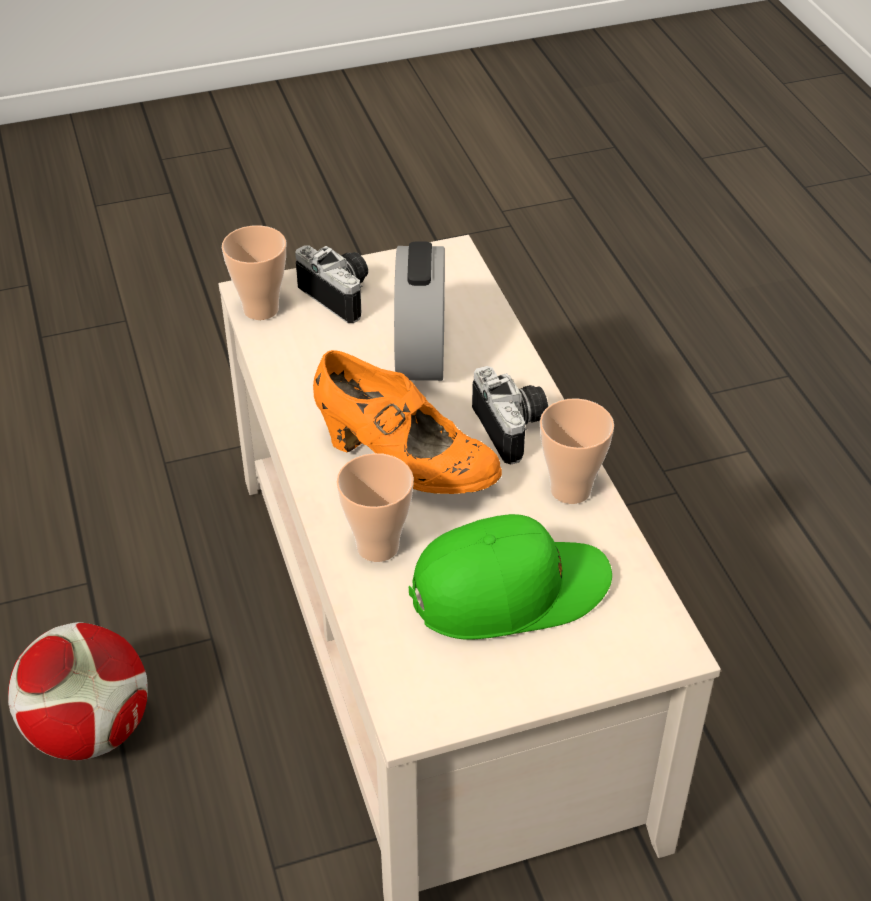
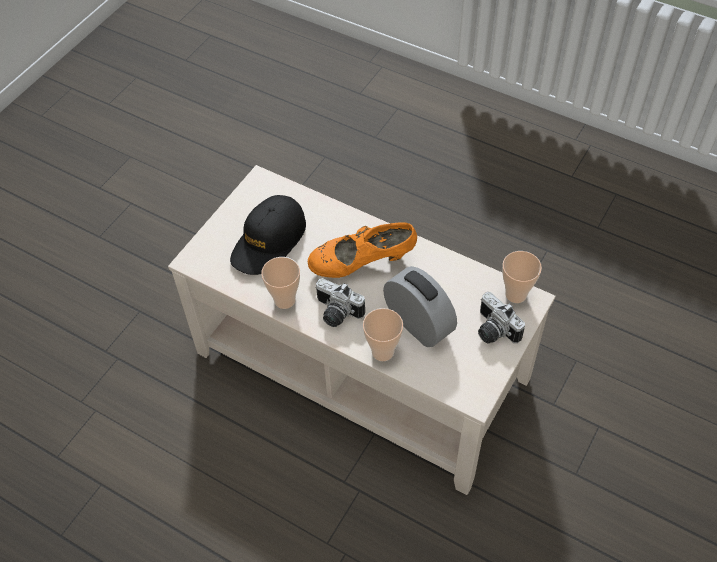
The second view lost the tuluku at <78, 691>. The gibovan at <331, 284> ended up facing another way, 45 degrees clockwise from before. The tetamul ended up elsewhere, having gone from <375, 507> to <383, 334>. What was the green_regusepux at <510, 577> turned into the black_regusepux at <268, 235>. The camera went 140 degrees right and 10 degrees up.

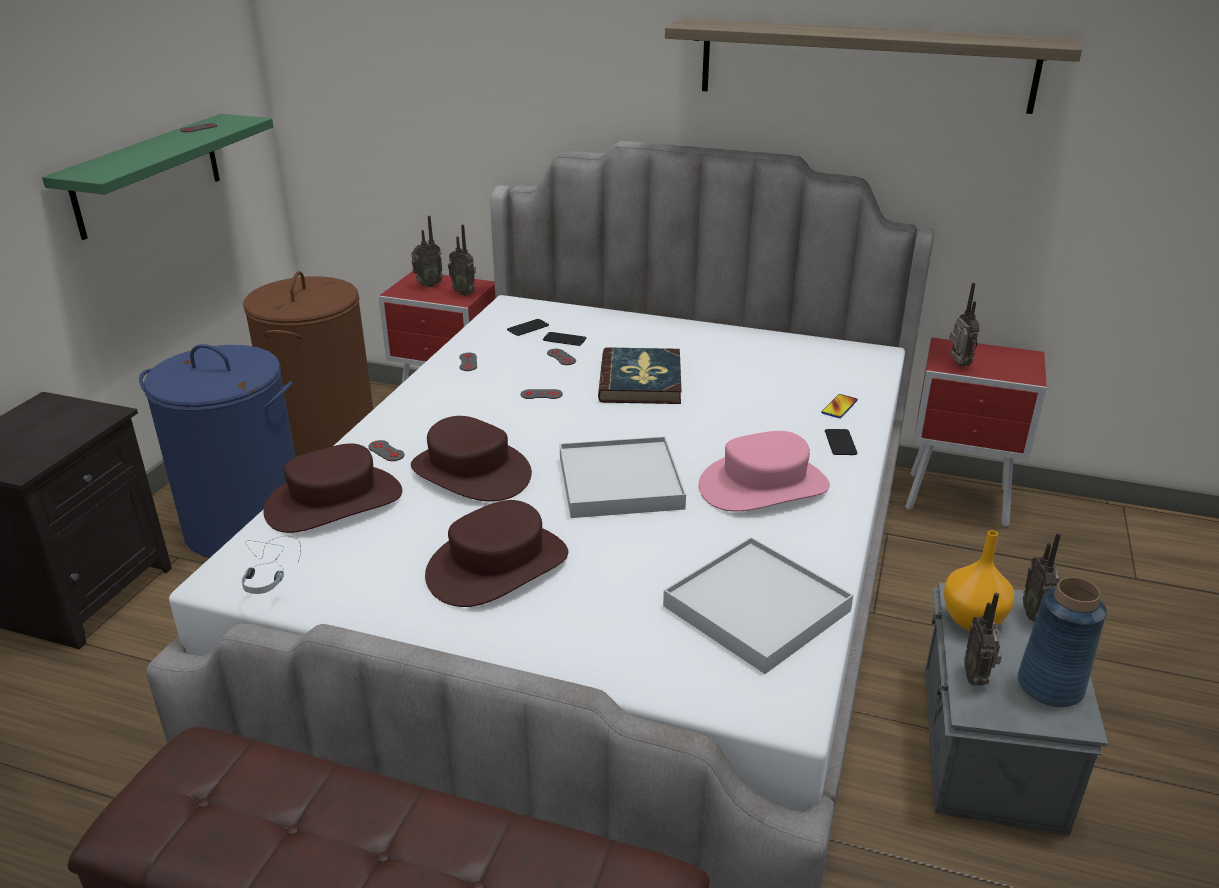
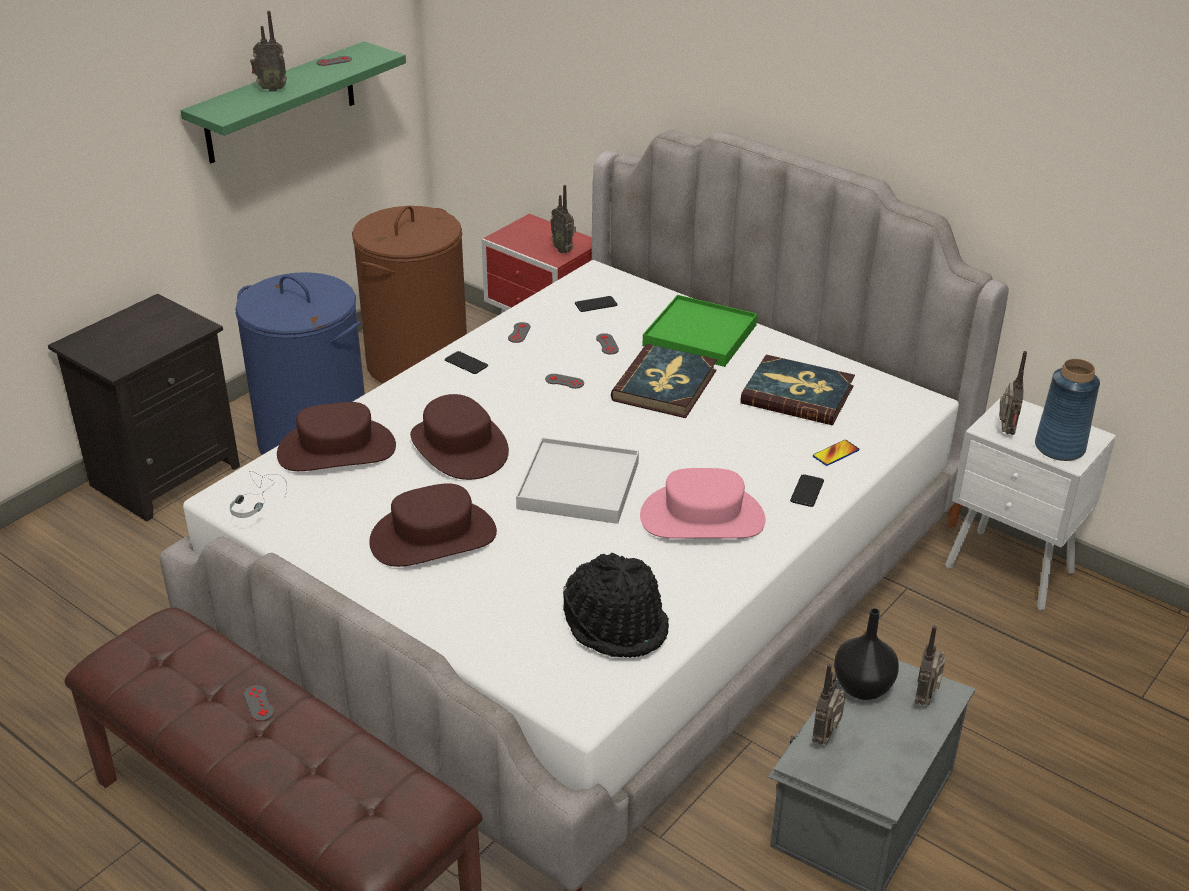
The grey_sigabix ended up elsewhere, having gone from <386, 450> to <259, 703>. The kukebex ended up elsewhere, having gone from <427, 252> to <268, 51>. The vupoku ended up elsewhere, having gone from <564, 339> to <466, 362>. Where the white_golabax stood at <758, 605>, the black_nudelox came to stand at <616, 605>. The second view lost the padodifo at <873, 66>. What was the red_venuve at <976, 432> turned into the white_venuve at <1030, 503>. What was the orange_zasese at <978, 580> turned into the black_zasese at <866, 654>. The blue_zasese ended up elsewhere, having gone from <1062, 642> to <1067, 410>. The second view gained the green_golabax at <699, 331>. The second view gained the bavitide at <798, 390>. The camera went 20 degrees right and 5 degrees up.

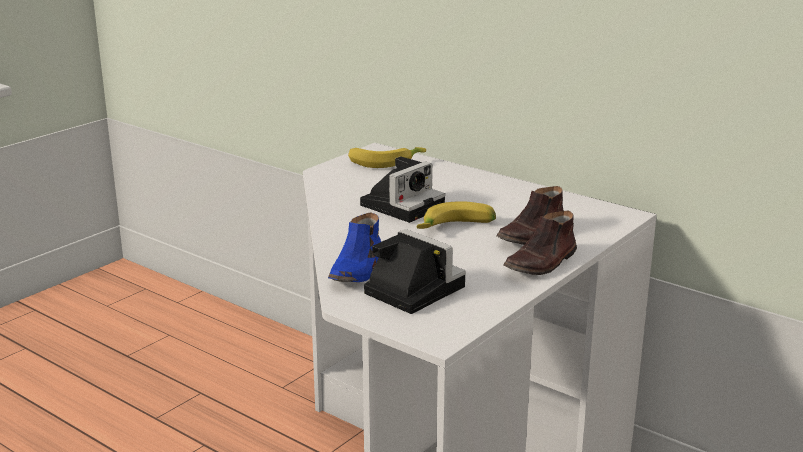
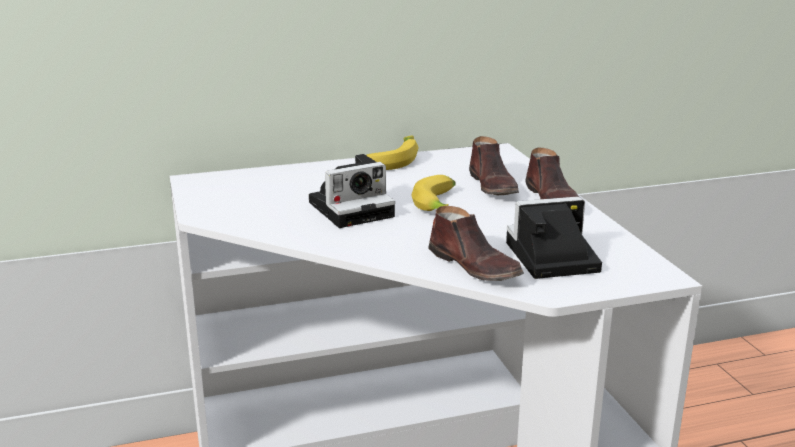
What was the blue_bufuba at <354, 247> turned into the brown_bufuba at <476, 243>. The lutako ended up elsewhere, having gone from <387, 157> to <392, 153>. The gibovan at <402, 189> ended up facing another way, 75 degrees clockwise from before. The camera went 55 degrees left and 0 degrees up.

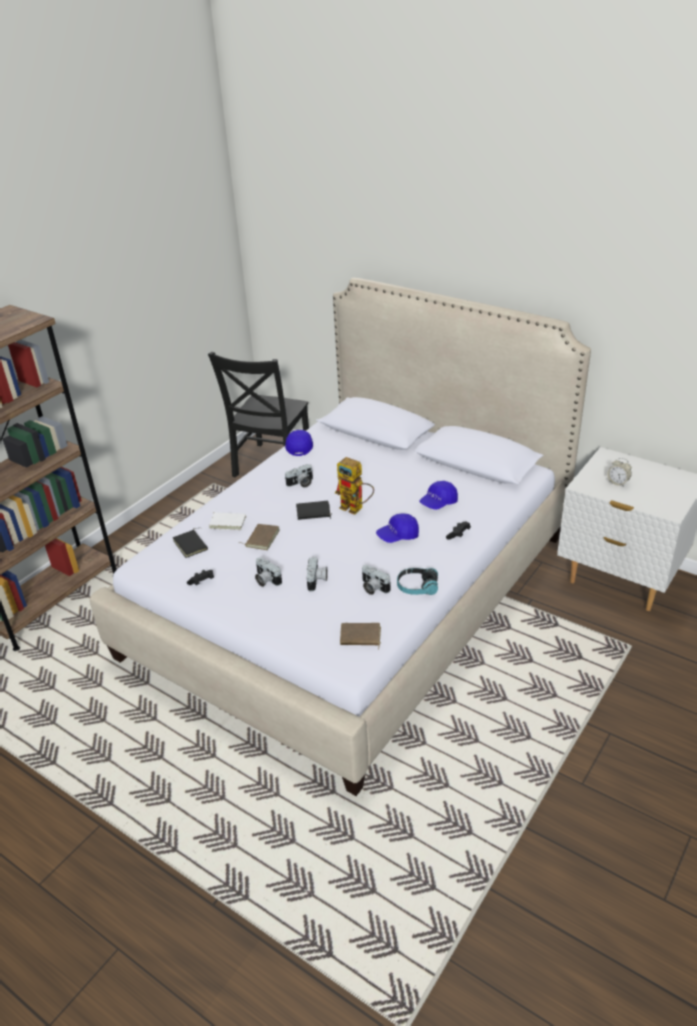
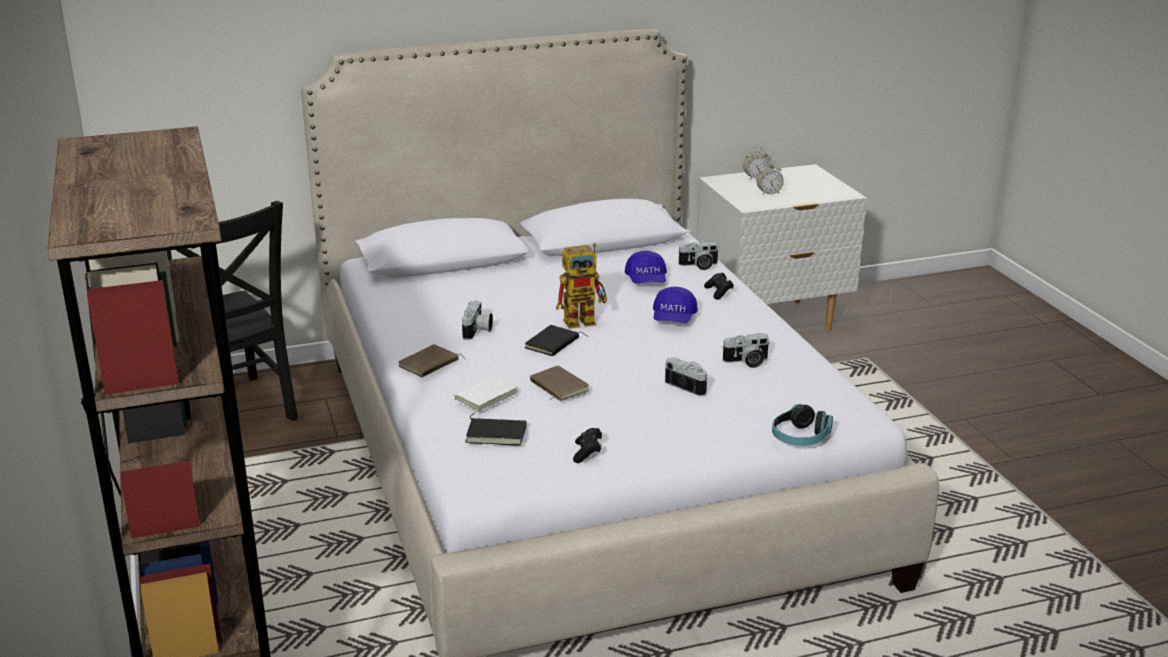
The gibovan ended up elsewhere, having gone from <268, 572> to <698, 255>. The second view lost the blue_regusepux at <299, 443>. The brown_bavitide ended up elsewhere, having gone from <360, 636> to <432, 360>. The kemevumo ended up elsewhere, having gone from <417, 581> to <802, 425>. The second view gained the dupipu at <756, 162>. The camera went 55 degrees left and 10 degrees down.

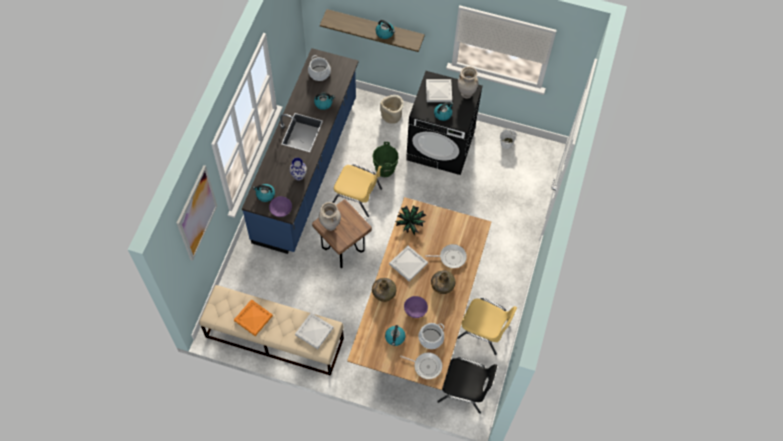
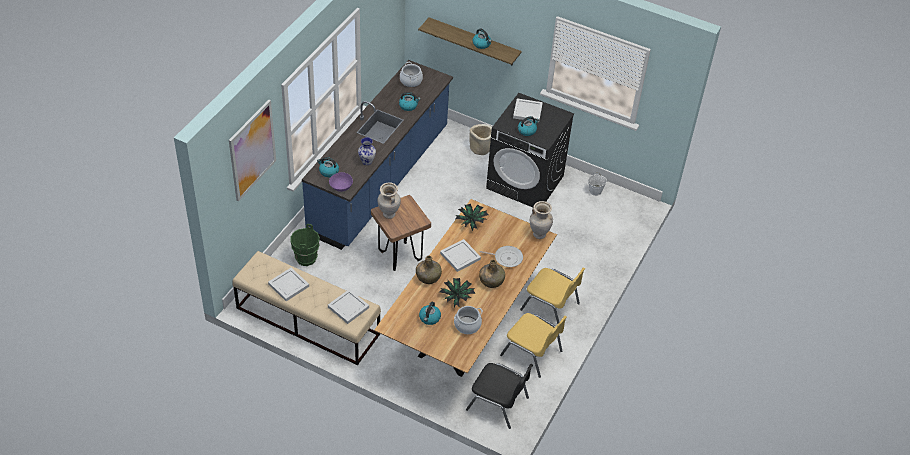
What was the orange_golabax at <253, 317> turned into the white_golabax at <288, 284>. The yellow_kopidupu ended up elsewhere, having gone from <357, 190> to <552, 295>. The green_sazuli ended up elsewhere, having gone from <385, 159> to <305, 245>. The second view lost the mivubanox at <421, 365>. Where the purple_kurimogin stood at <416, 307>, the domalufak came to stand at <457, 293>. The beige_zasese ended up elsewhere, having gone from <468, 82> to <541, 220>. The camera went 10 degrees right and 15 degrees down.

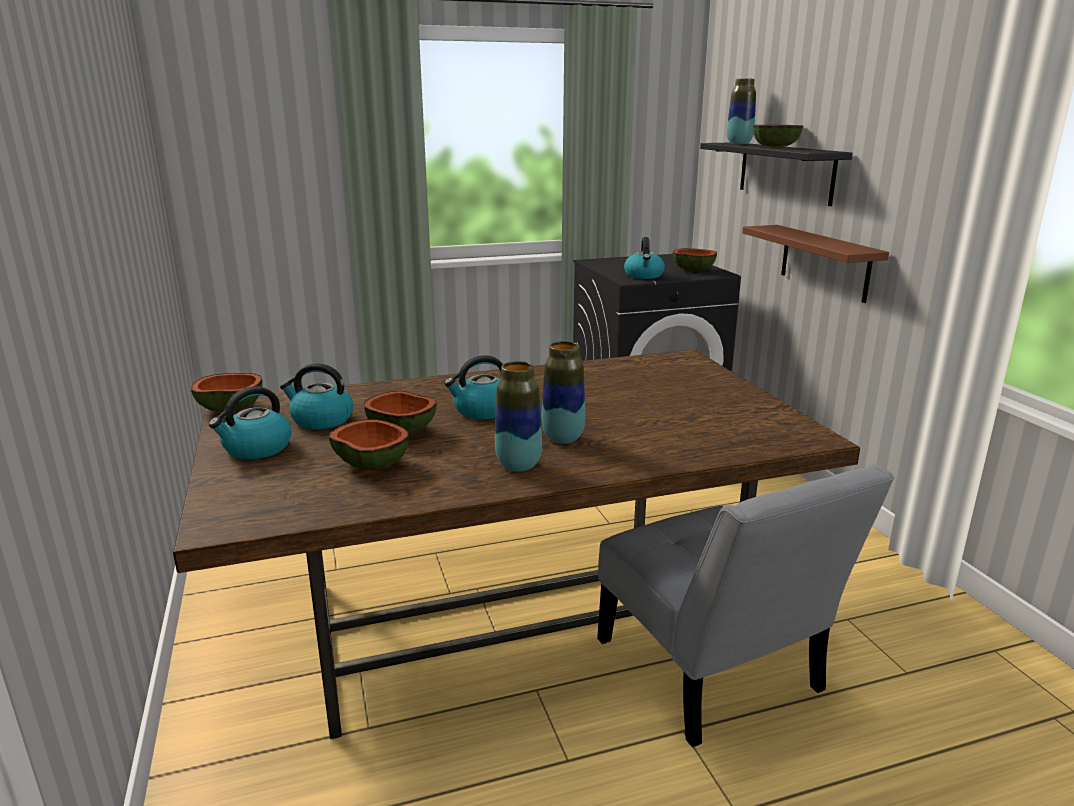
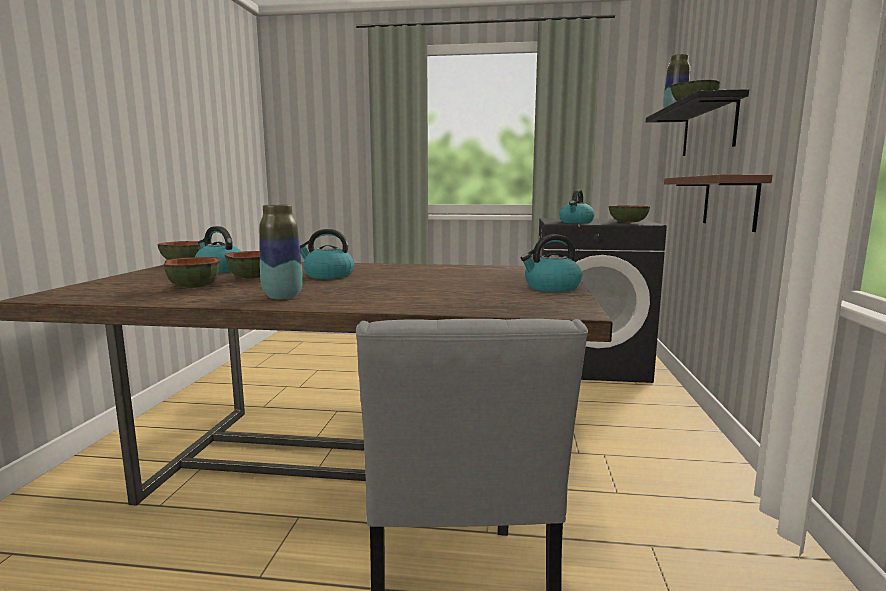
The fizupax ended up elsewhere, having gone from <250, 422> to <551, 263>. The second view lost the zasese at <563, 392>. The camera went 25 degrees right and 10 degrees down.

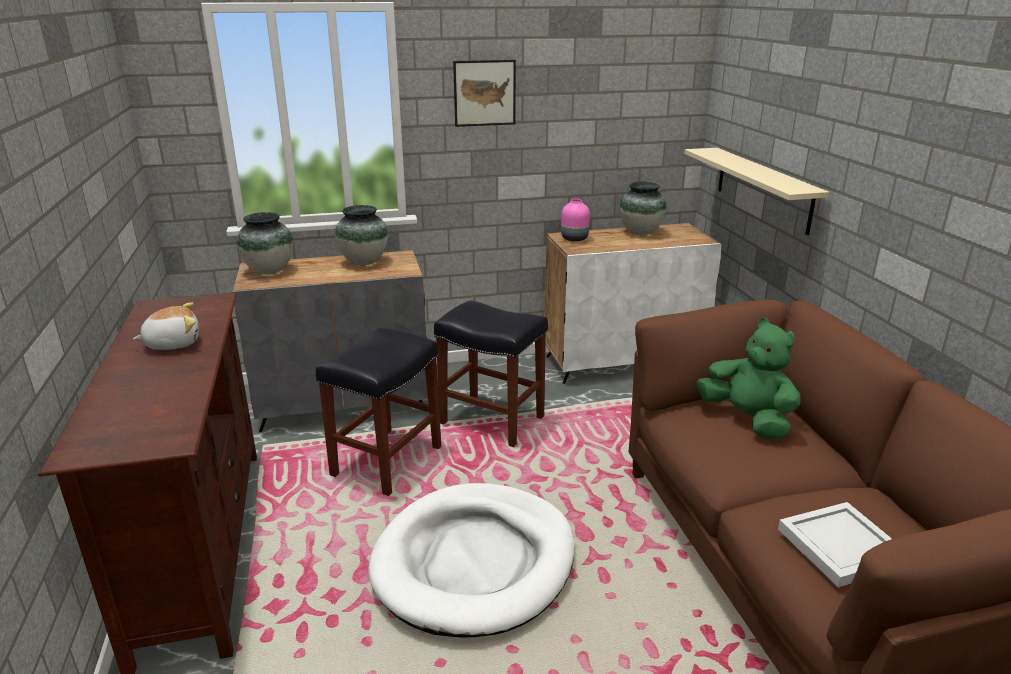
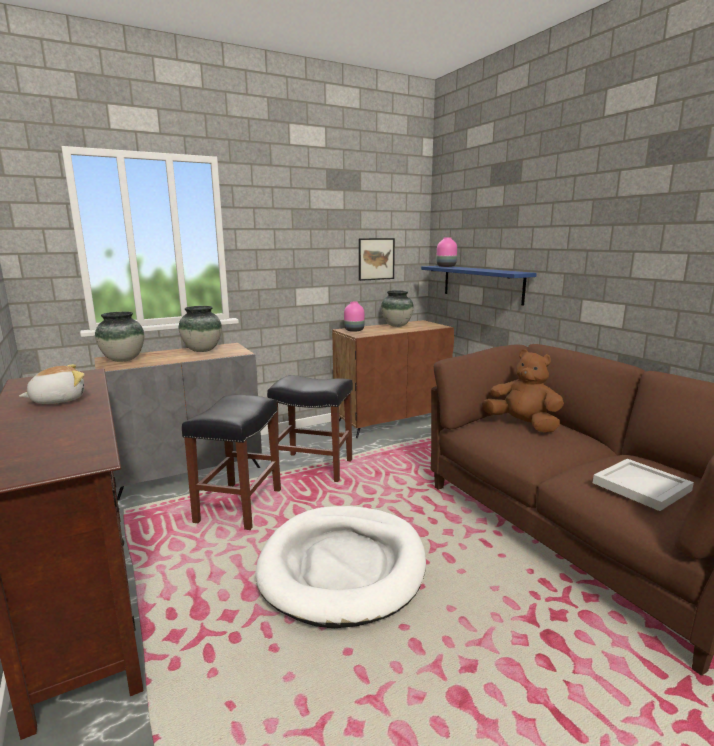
The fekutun ended up elsewhere, having gone from <484, 93> to <377, 259>. What was the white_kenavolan at <633, 303> turned into the brown_kenavolan at <393, 379>. What was the beige_padodifo at <756, 191> turned into the blue_padodifo at <479, 286>. What was the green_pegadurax at <748, 378> turned into the brown_pegadurax at <523, 391>. The second view gained the pink_zasese at <446, 252>. The camera went 15 degrees left and 10 degrees down.

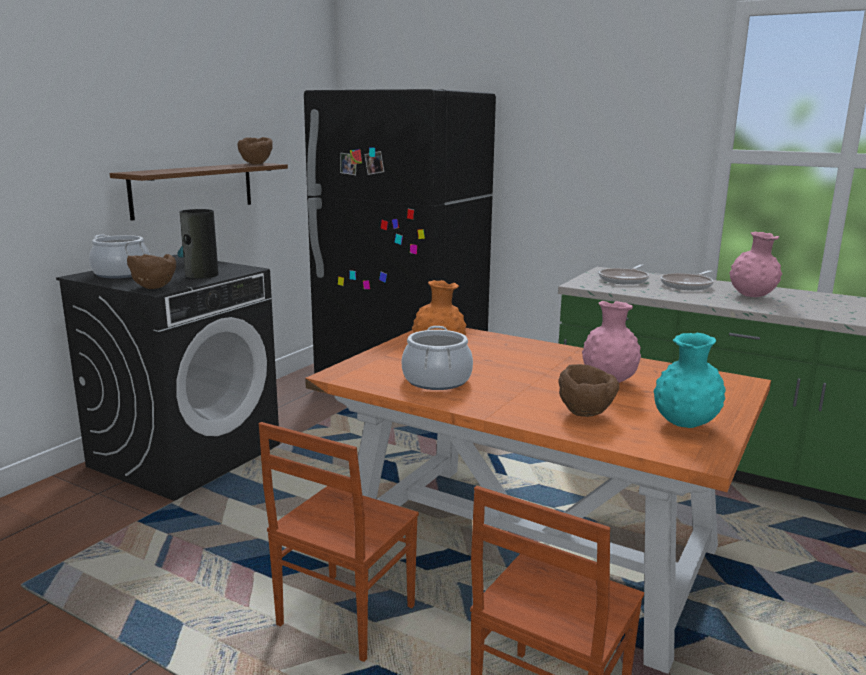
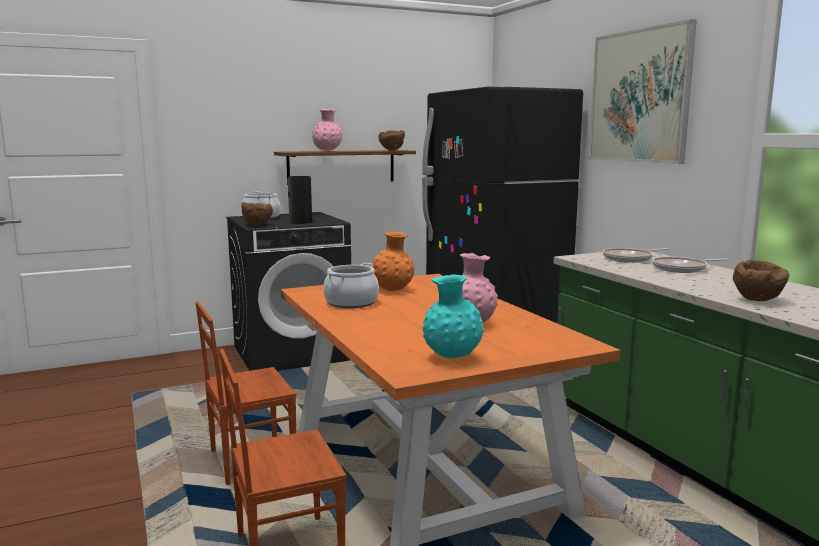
The brown_kurimogin ended up elsewhere, having gone from <588, 390> to <761, 280>. The pink_zasese ended up elsewhere, having gone from <755, 264> to <327, 130>. The second view gained the fekutun at <643, 91>. The camera went 35 degrees right and 5 degrees down.

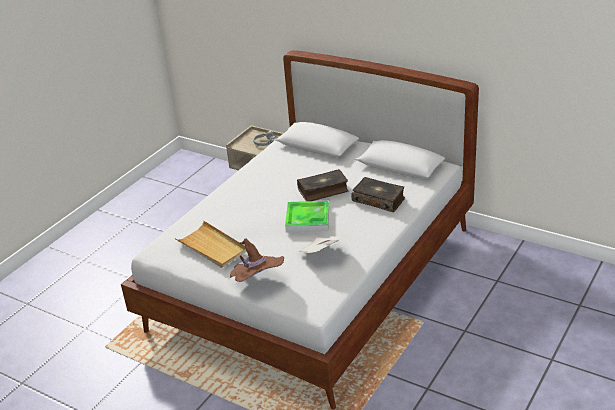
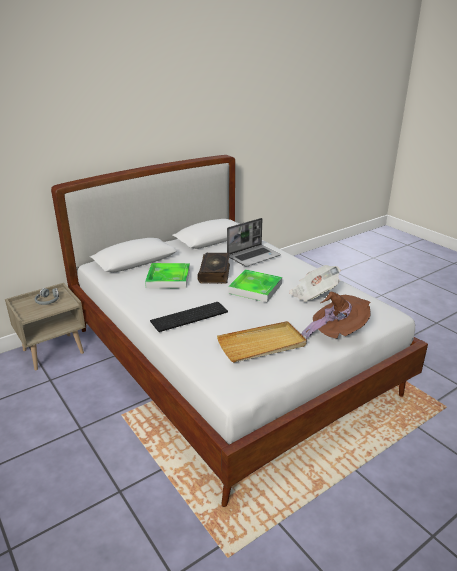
Where the bavitide stood at <378, 194>, the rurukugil came to stand at <254, 242>. The second view gained the golabax at <167, 276>. The second view gained the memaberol at <189, 317>. The camera went 70 degrees left and 5 degrees down.

